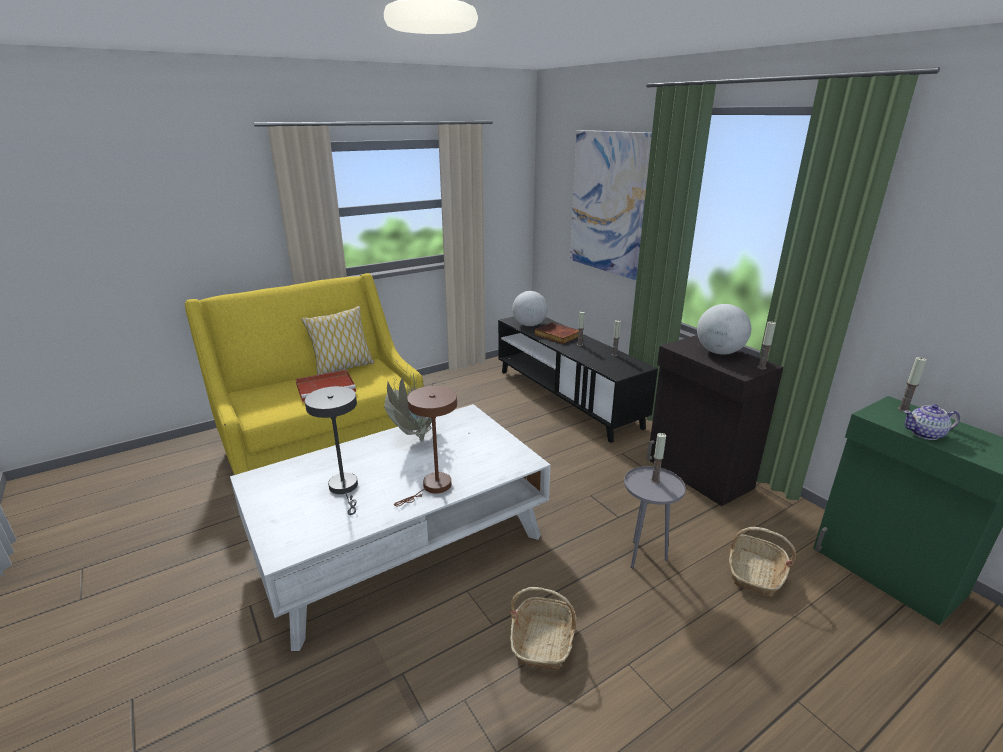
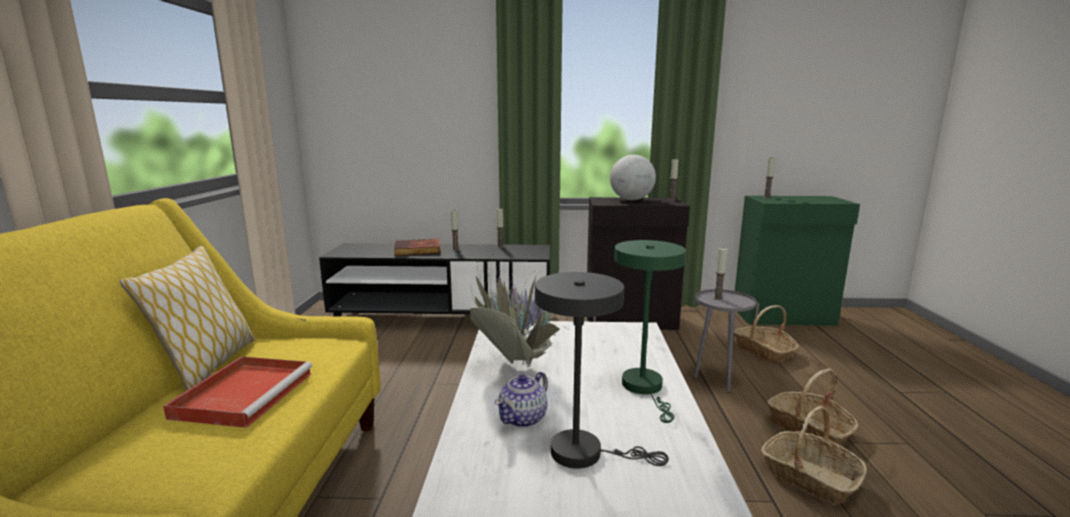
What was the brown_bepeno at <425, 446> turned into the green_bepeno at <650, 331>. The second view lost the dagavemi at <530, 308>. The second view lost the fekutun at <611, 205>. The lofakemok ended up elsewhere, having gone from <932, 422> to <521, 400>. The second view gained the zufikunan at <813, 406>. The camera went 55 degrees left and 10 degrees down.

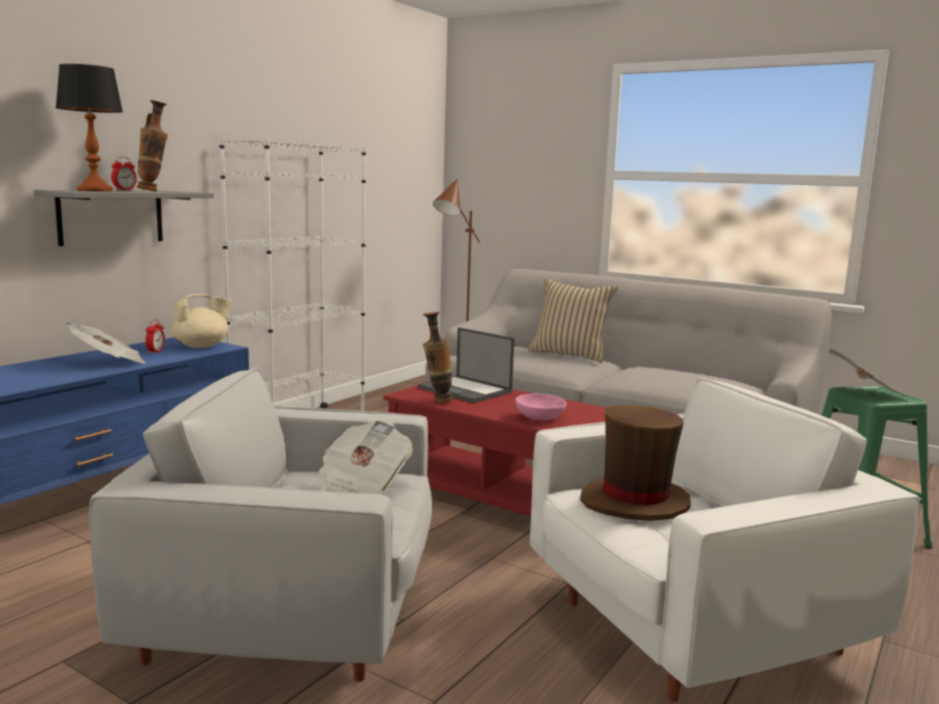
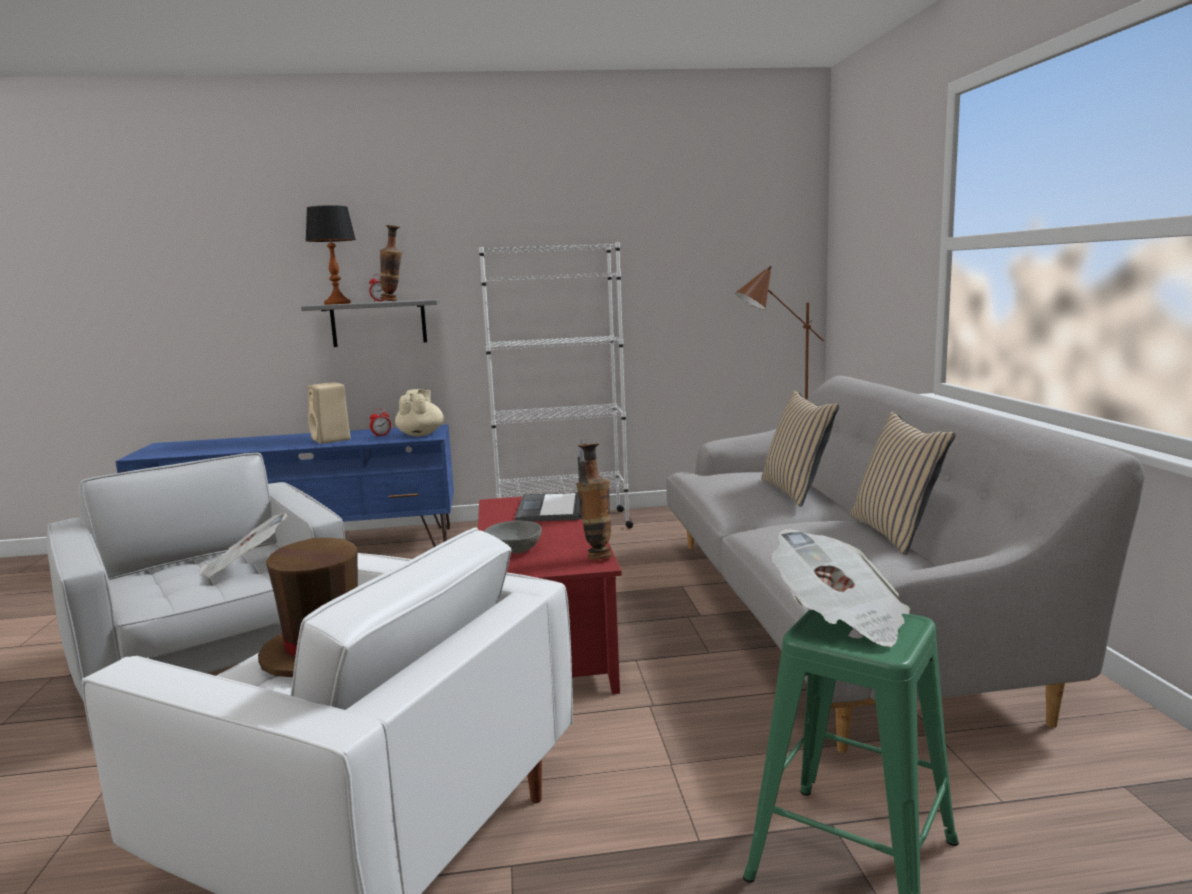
Where the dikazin stood at <104, 342>, the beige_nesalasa came to stand at <328, 413>. The beige_lofakemok at <201, 321> ended up facing another way, 105 degrees counterclockwise from before. The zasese ended up elsewhere, having gone from <438, 357> to <594, 501>. What was the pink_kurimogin at <541, 407> turned into the grey_kurimogin at <513, 537>. The second view gained the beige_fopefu at <903, 483>. The camera went 50 degrees right and 0 degrees up.

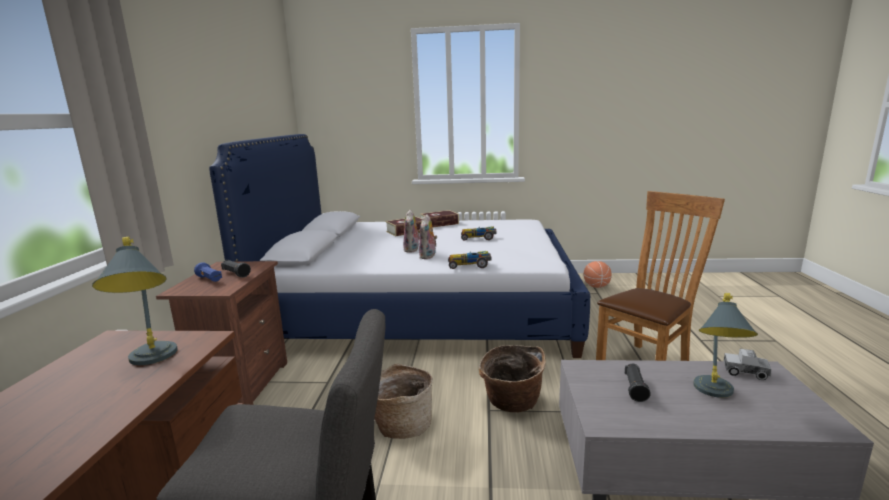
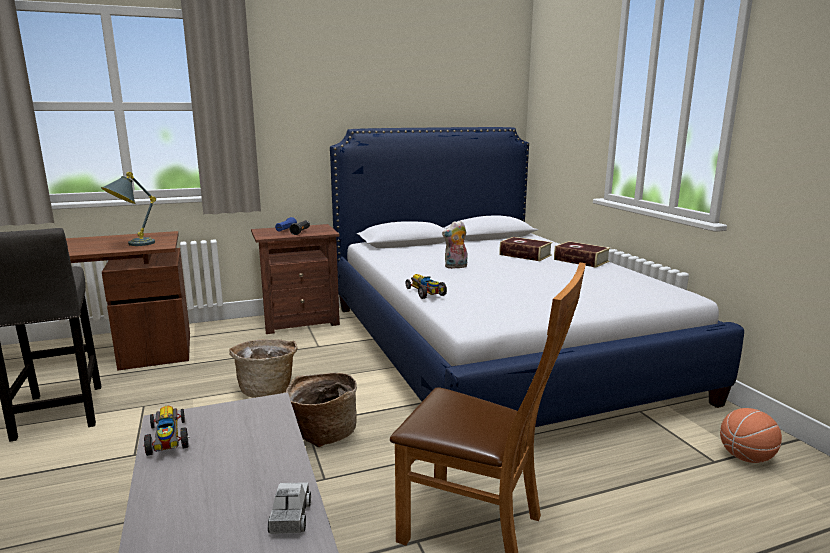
The second view lost the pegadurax at <428, 236>. The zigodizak ended up elsewhere, having gone from <479, 233> to <166, 431>. The second view lost the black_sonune at <637, 383>. The second view lost the grey_bepeno at <725, 345>. The camera went 65 degrees right and 0 degrees up.

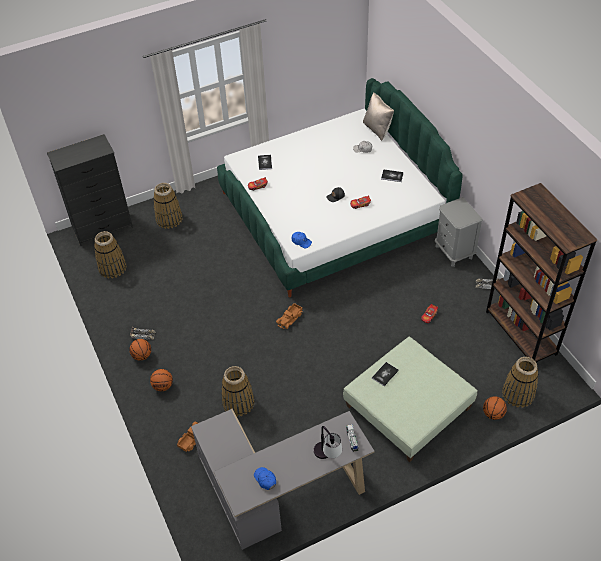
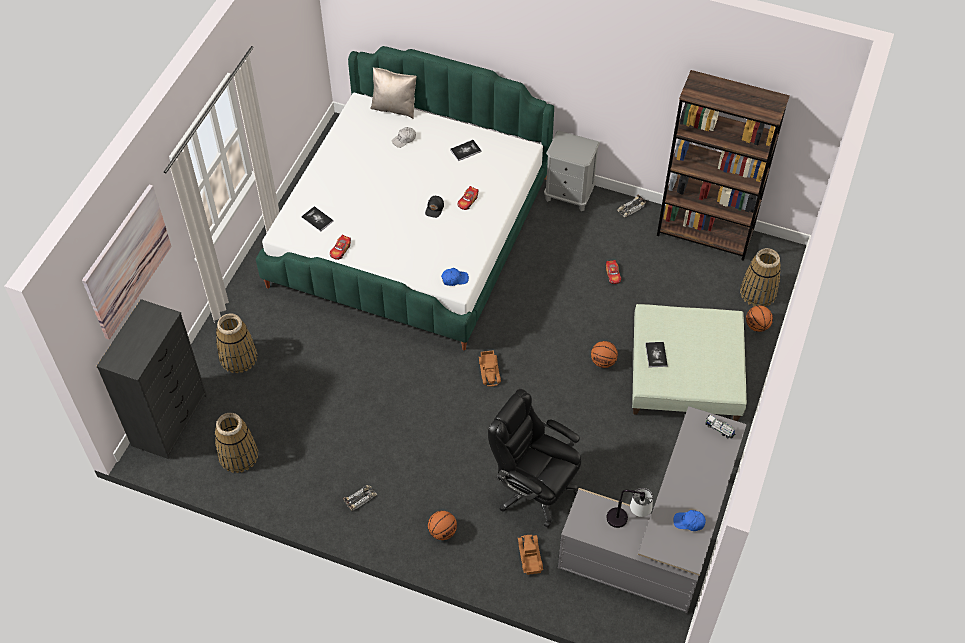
The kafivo ended up elsewhere, having gone from <140, 349> to <604, 354>. Where the zufikunan stood at <237, 391>, the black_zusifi came to stand at <534, 458>. The bepeno ended up elsewhere, having gone from <328, 442> to <630, 508>. The second view gained the fekutun at <126, 262>. The camera went 45 degrees left and 5 degrees up.

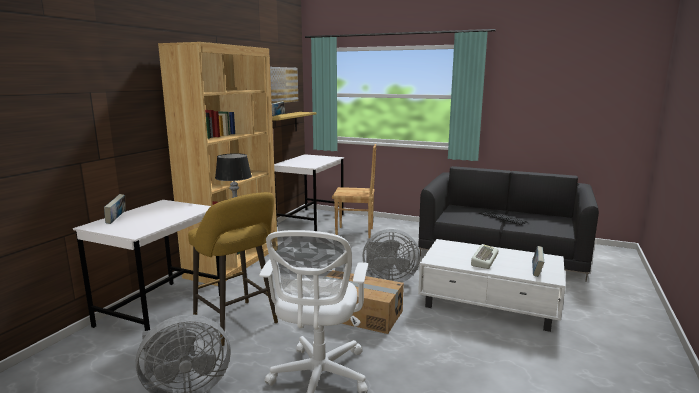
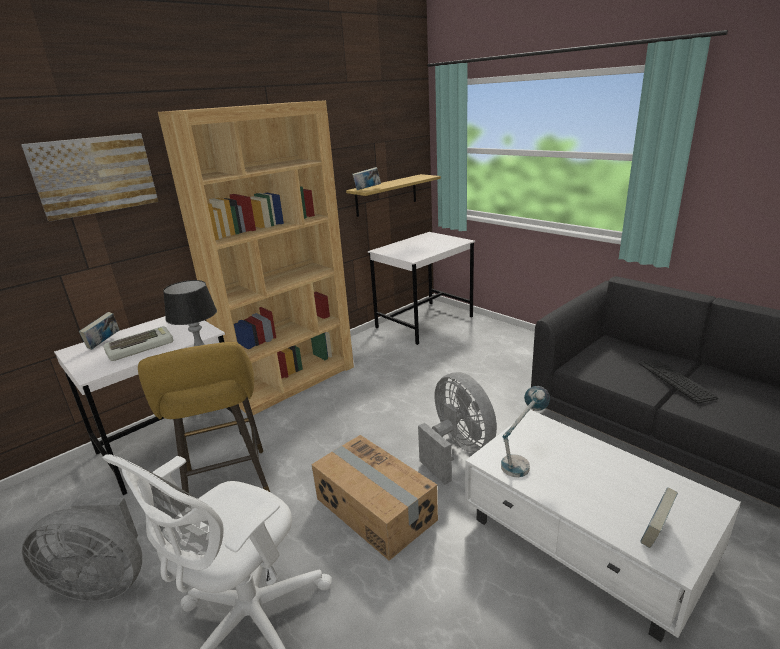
The fekutun ended up elsewhere, having gone from <284, 85> to <89, 177>. The second view lost the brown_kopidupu at <354, 191>. The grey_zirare at <391, 255> ended up facing another way, 150 degrees counterclockwise from before. The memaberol ended up elsewhere, having gone from <484, 256> to <138, 343>. The second view gained the bepeno at <525, 431>. The camera went 25 degrees right and 10 degrees up.

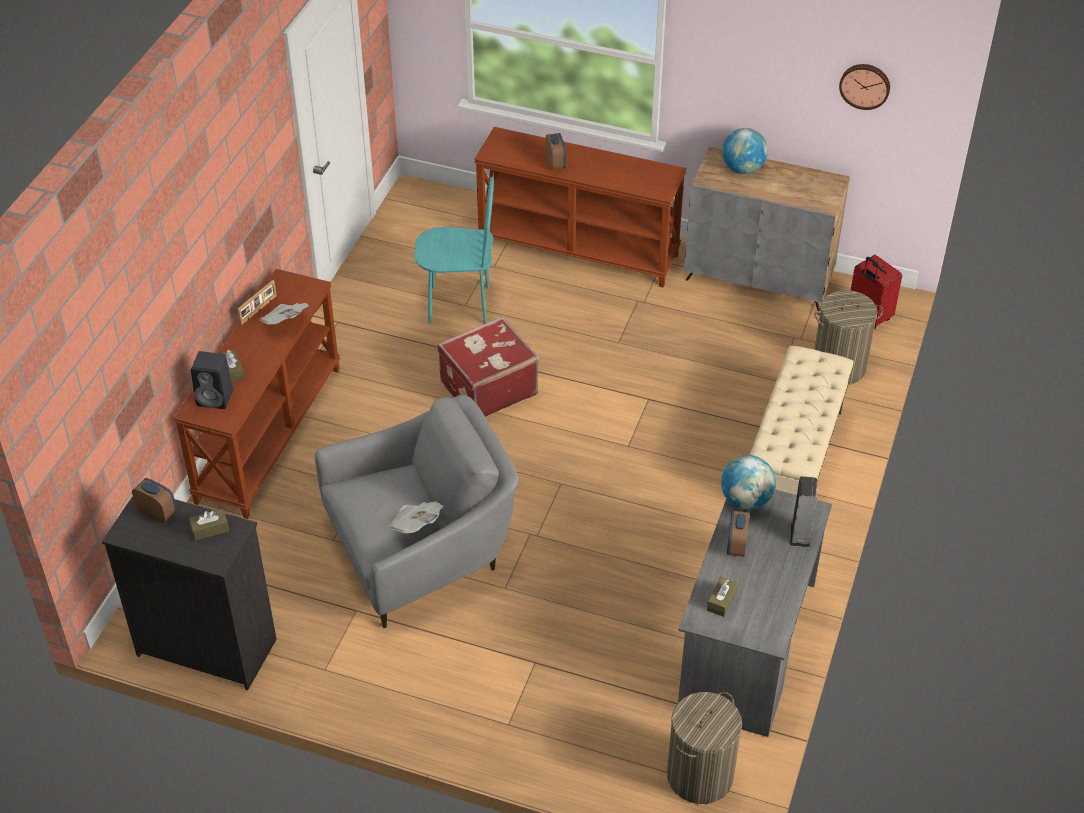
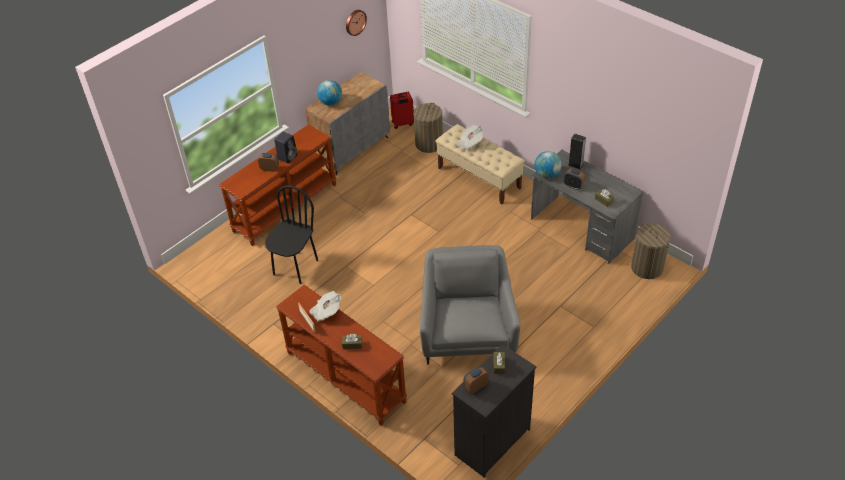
The black_nesalasa ended up elsewhere, having gone from <212, 380> to <286, 147>. The dikazin ended up elsewhere, having gone from <415, 517> to <470, 137>. What was the turquoise_kopidupu at <454, 250> turned into the black_kopidupu at <291, 234>. The second view lost the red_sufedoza at <488, 366>. The camera went 65 degrees left and 0 degrees up.

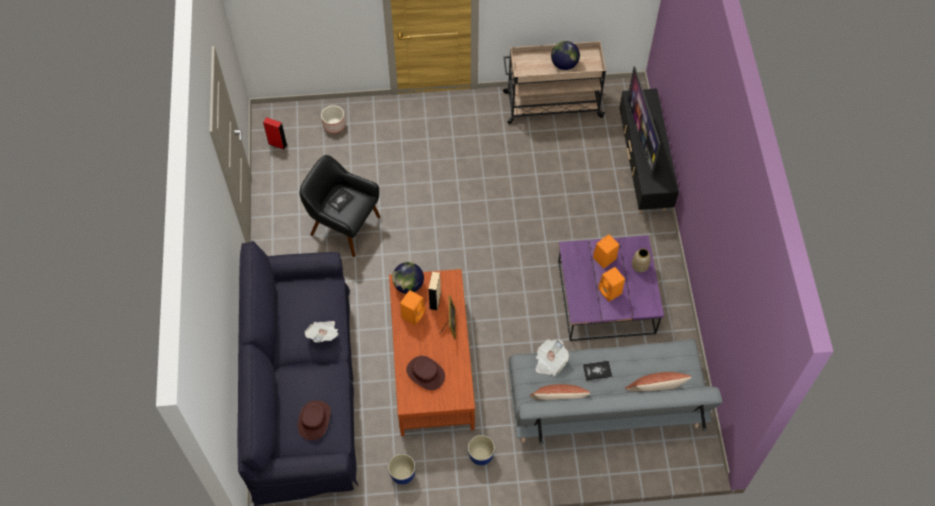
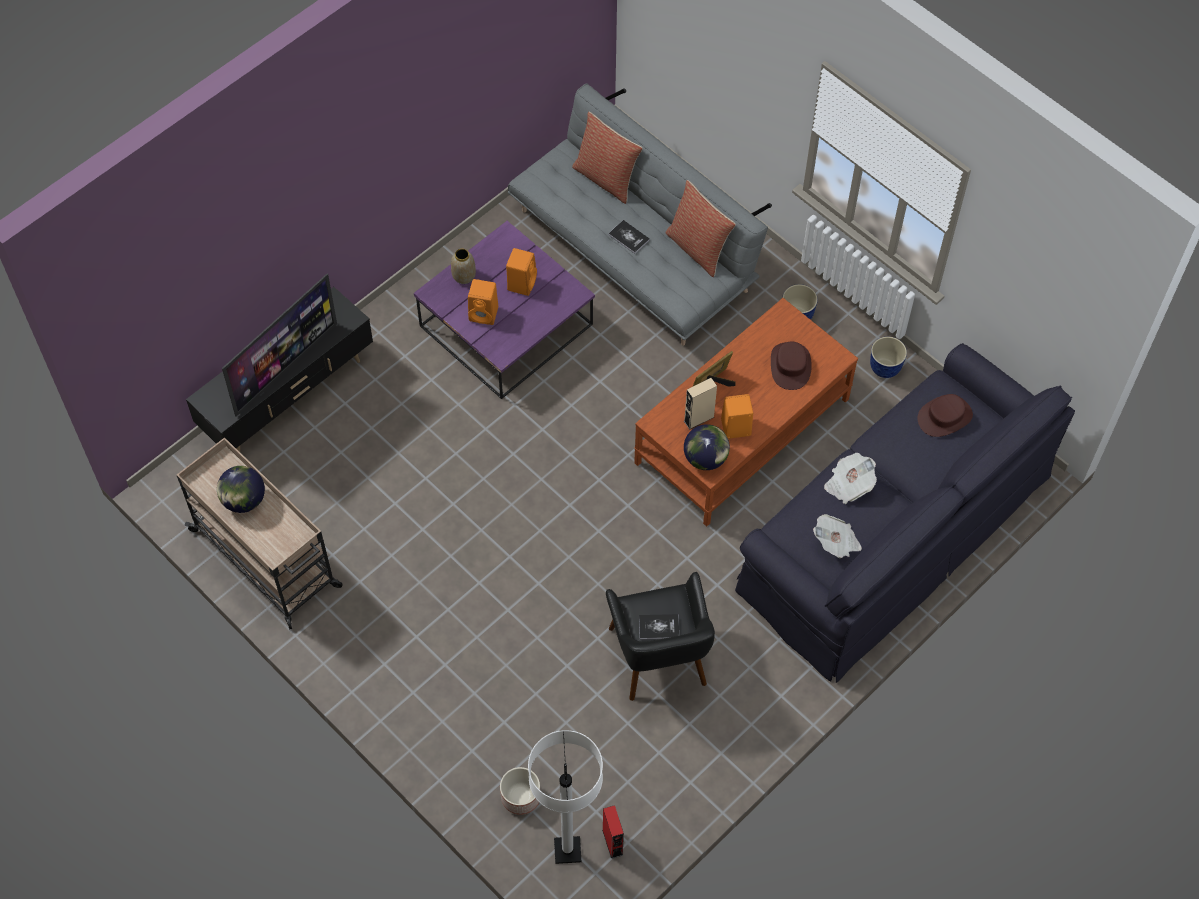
The dikazin ended up elsewhere, having gone from <552, 358> to <837, 536>. The second view gained the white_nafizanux at <565, 797>. The camera went 130 degrees left and 0 degrees up.

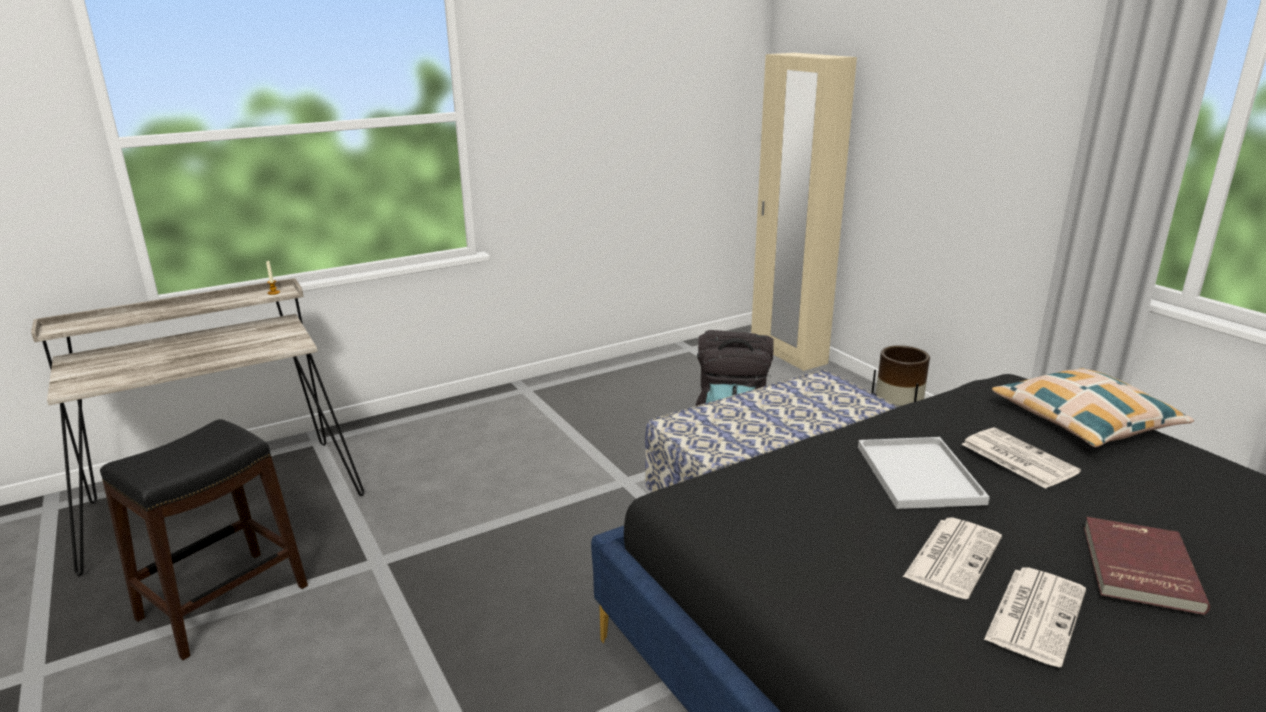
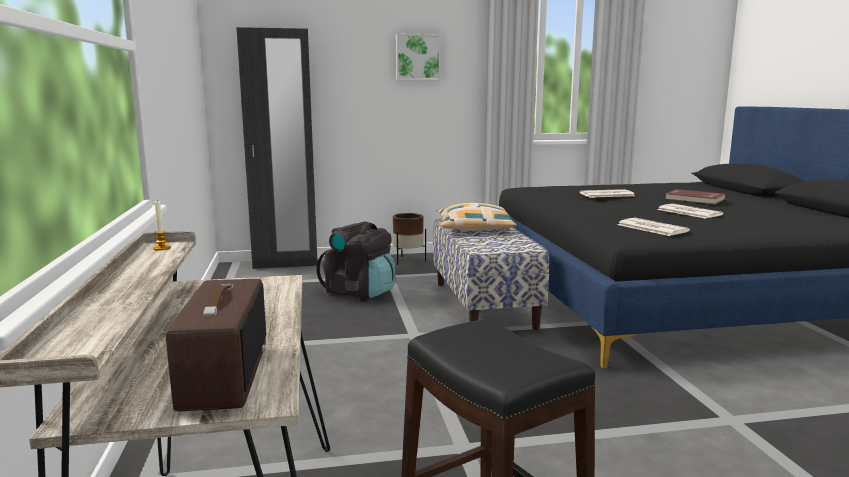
What was the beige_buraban at <804, 212> turned into the black_buraban at <276, 148>. The second view lost the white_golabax at <924, 473>. The dikazin ended up elsewhere, having gone from <1035, 617> to <653, 227>. The fopefu ended up elsewhere, having gone from <1093, 407> to <477, 217>. The second view gained the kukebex at <216, 345>. The second view gained the fekutun at <418, 57>. The camera went 70 degrees left and 10 degrees down.

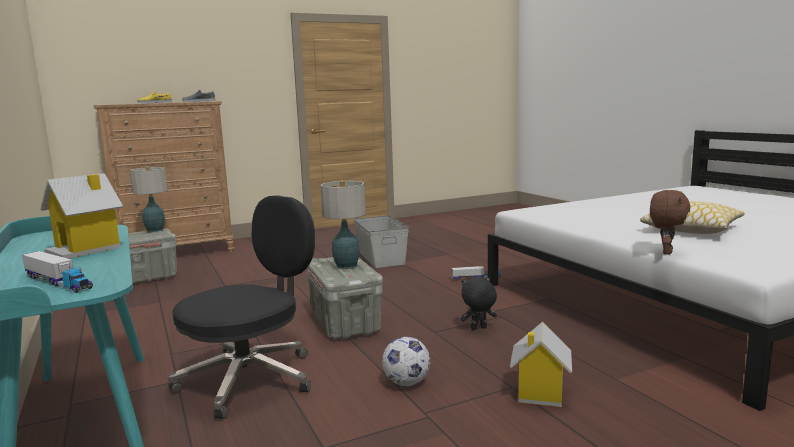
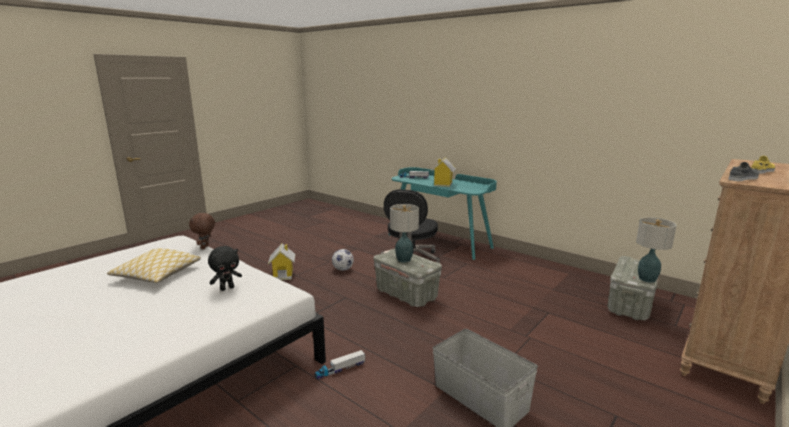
The black_pegadurax ended up elsewhere, having gone from <479, 303> to <225, 268>. The camera went 155 degrees right and 5 degrees up.

